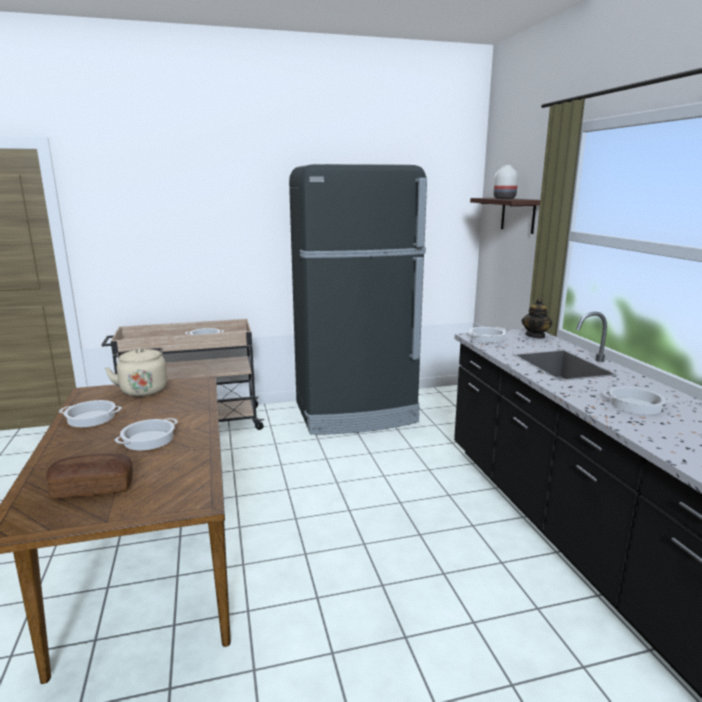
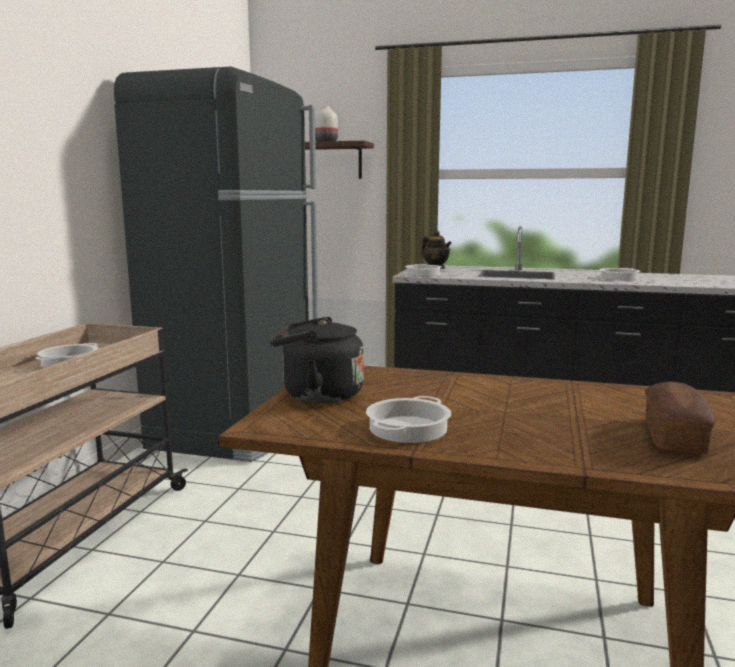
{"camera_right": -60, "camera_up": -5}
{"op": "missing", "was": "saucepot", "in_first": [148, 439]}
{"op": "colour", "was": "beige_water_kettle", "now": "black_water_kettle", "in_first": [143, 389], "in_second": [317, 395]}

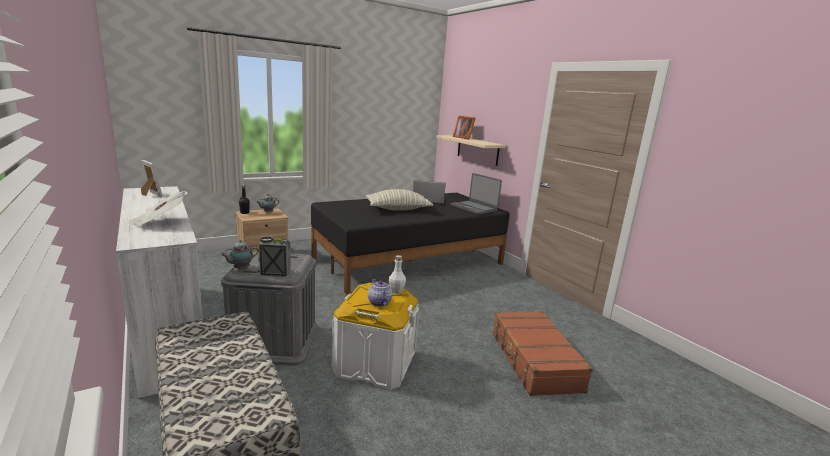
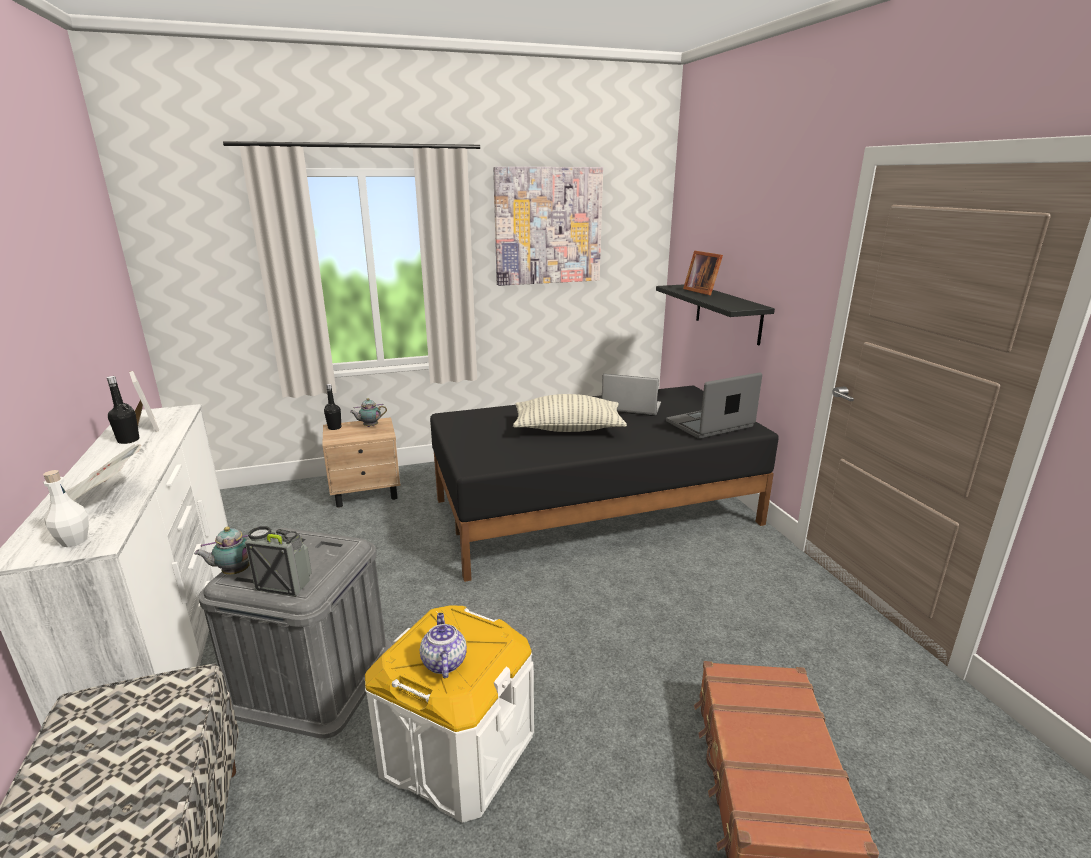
{"camera_right": 15, "camera_up": 5}
{"op": "appeared", "now": "black_beverage_bottle", "in_second": [128, 440]}
{"op": "appeared", "now": "wall_picture", "in_second": [548, 226]}
{"op": "relocated", "was": "white-coloured_beverage_bottle", "in_first": [396, 291], "in_second": [74, 541]}
{"op": "colour", "was": "beige_bracket_shelf", "now": "black_bracket_shelf", "in_first": [477, 150], "in_second": [728, 313]}
{"op": "spun", "was": "laptop", "in_first": [474, 208], "in_second": [710, 425], "clockwise": 90}

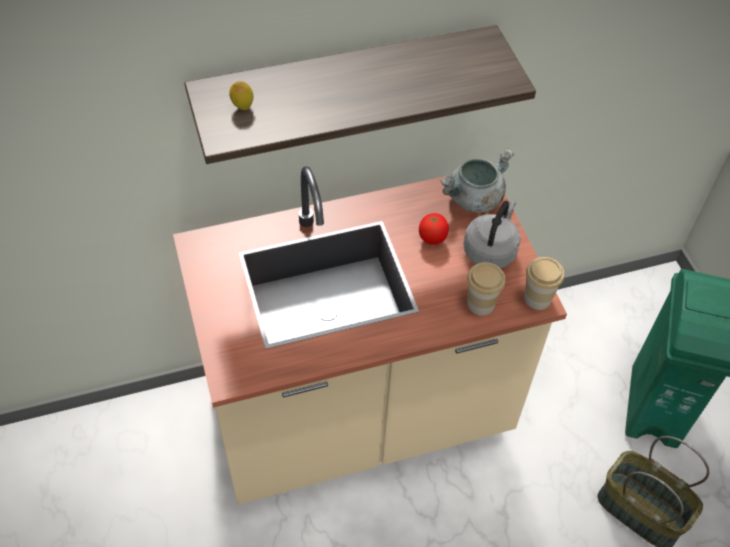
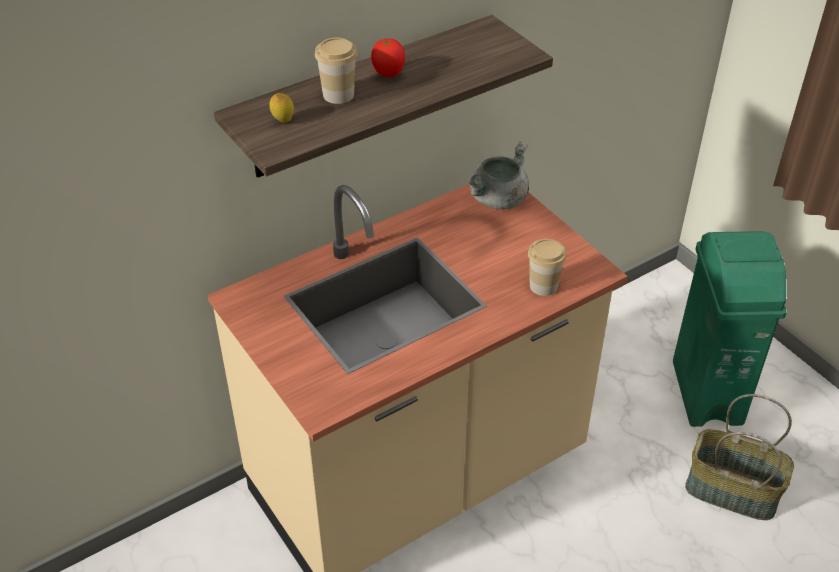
{"camera_right": -15, "camera_up": -10}
{"op": "missing", "was": "gray_water_kettle", "in_first": [490, 250]}
{"op": "relocated", "was": "whole_tomato", "in_first": [432, 239], "in_second": [388, 74]}
{"op": "relocated", "was": "small_cup", "in_first": [537, 298], "in_second": [338, 95]}

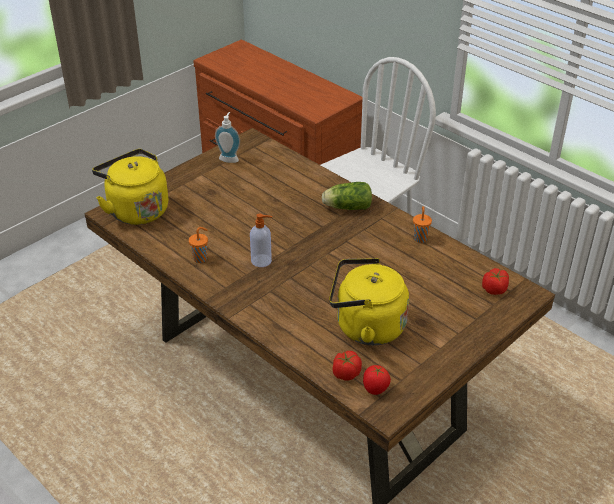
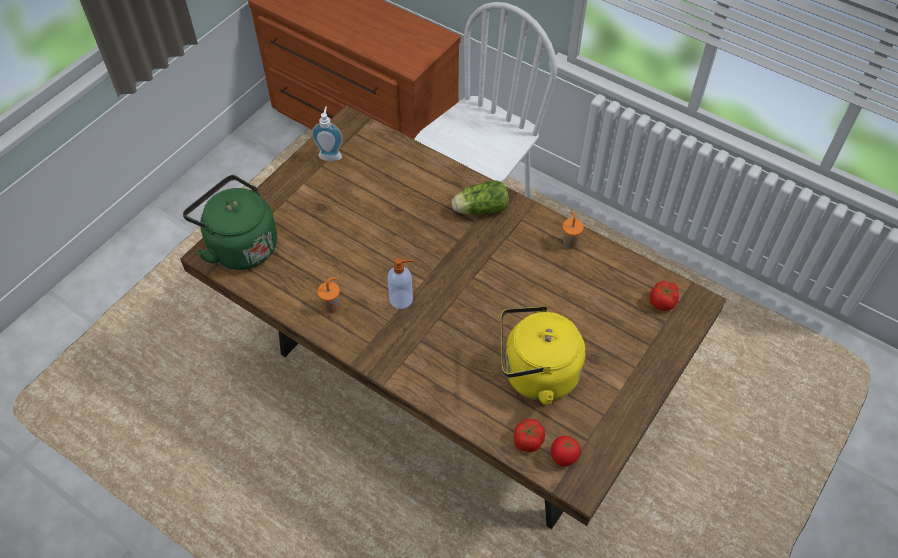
{"camera_right": -10, "camera_up": 15}
{"op": "colour", "was": "yellow-coloured_water_kettle", "now": "greenish_water_kettle", "in_first": [136, 210], "in_second": [239, 245]}

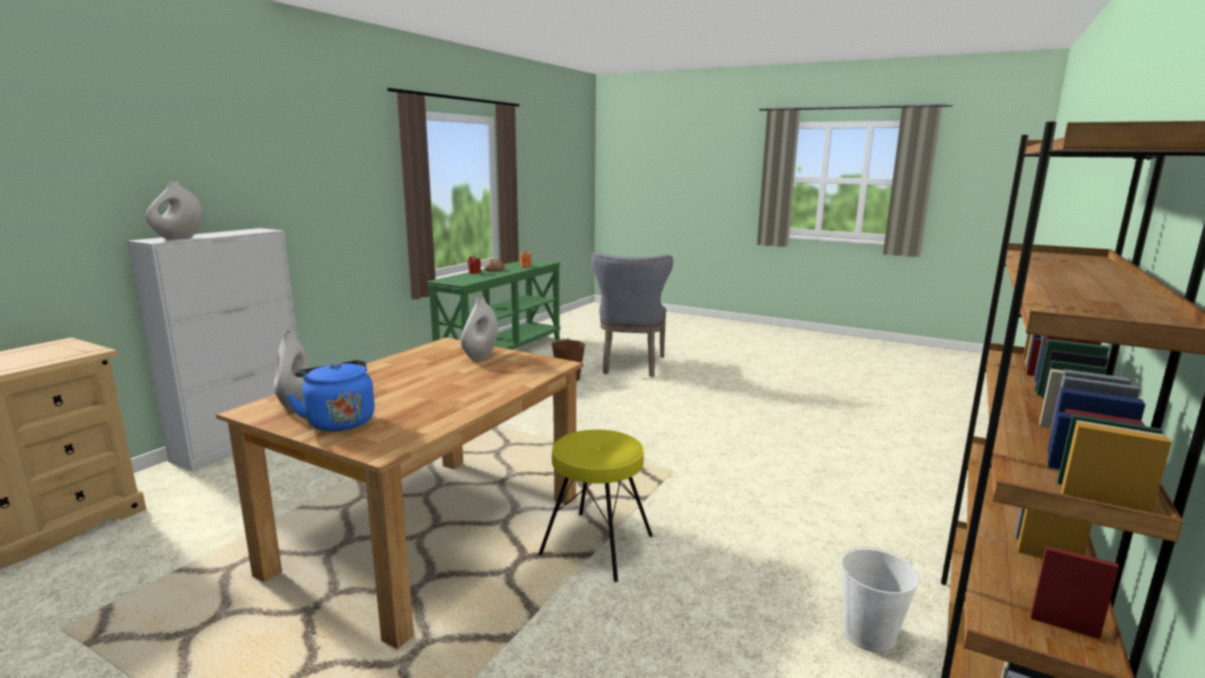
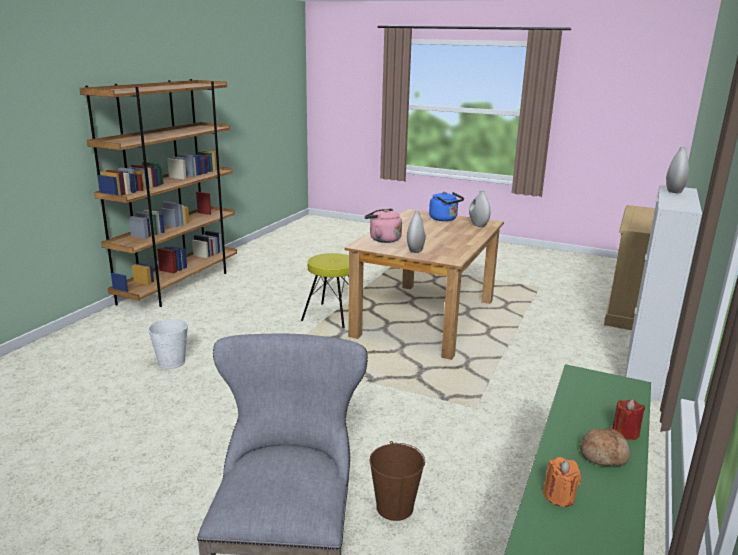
{"camera_right": 175, "camera_up": 5}
{"op": "appeared", "now": "pinkish_water_kettle", "in_second": [383, 239]}
{"op": "relocated", "was": "white-coloured_water_bucket", "in_first": [869, 634], "in_second": [171, 362]}

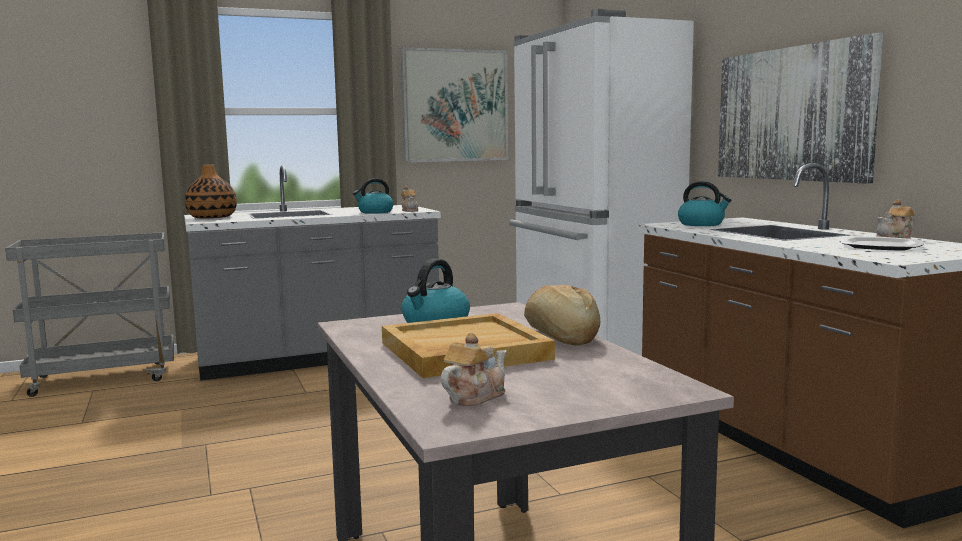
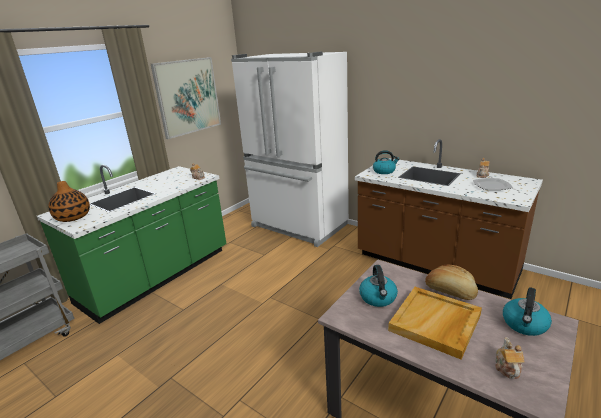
{"camera_right": -30, "camera_up": 15}
{"op": "missing", "was": "wall_picture", "in_first": [792, 114]}
{"op": "relocated", "was": "water_kettle", "in_first": [375, 212], "in_second": [524, 324]}
{"op": "colour", "was": "gray_counter", "now": "greenish_counter", "in_first": [319, 357], "in_second": [157, 276]}

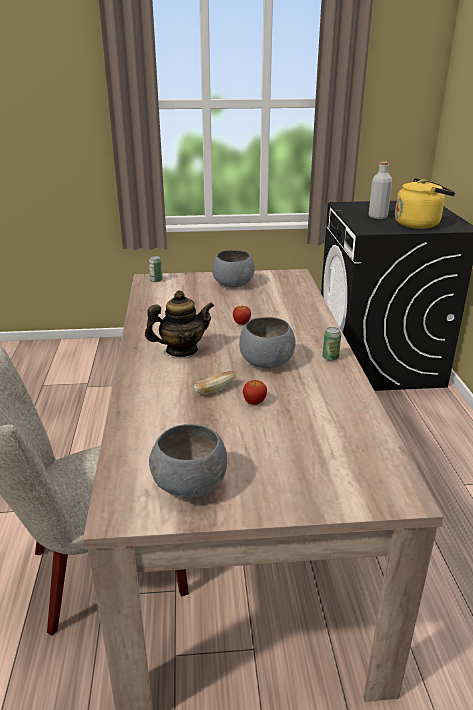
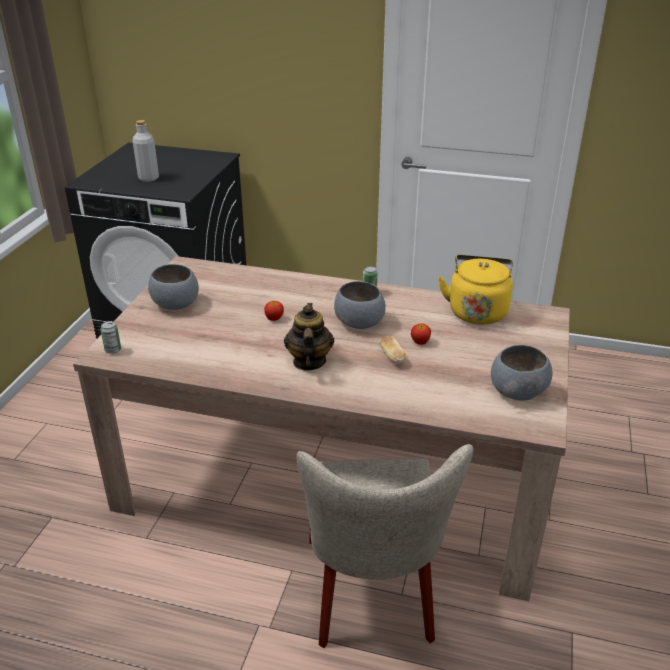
{"camera_right": -70, "camera_up": 5}
{"op": "relocated", "was": "yellow-coloured_water_kettle", "in_first": [419, 224], "in_second": [477, 311]}

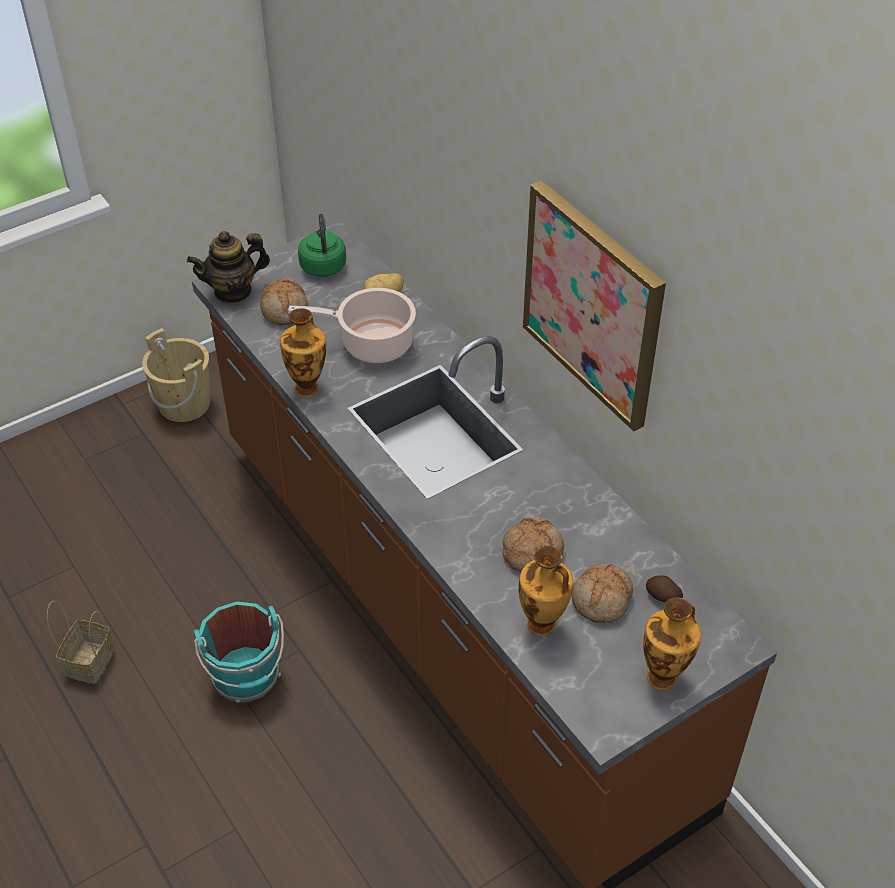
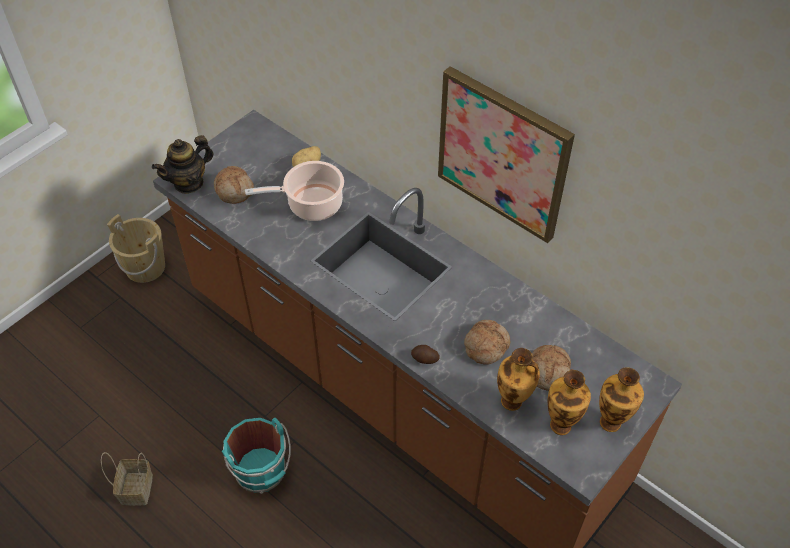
{"camera_right": -15, "camera_up": 5}
{"op": "missing", "was": "greenish_water_kettle", "in_first": [323, 265]}
{"op": "relocated", "was": "vase", "in_first": [307, 387], "in_second": [561, 424]}
{"op": "relocated", "was": "whole_potato", "in_first": [662, 596], "in_second": [424, 359]}

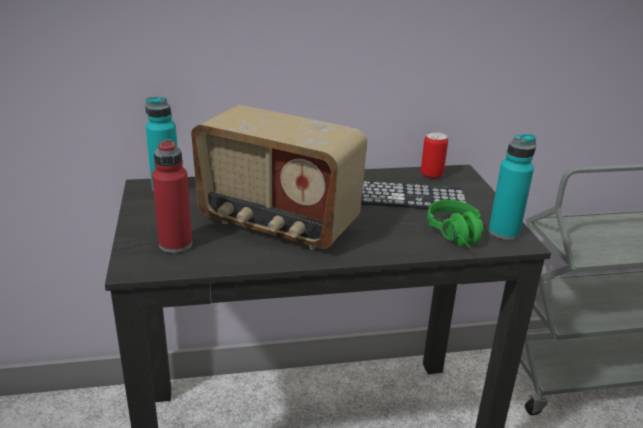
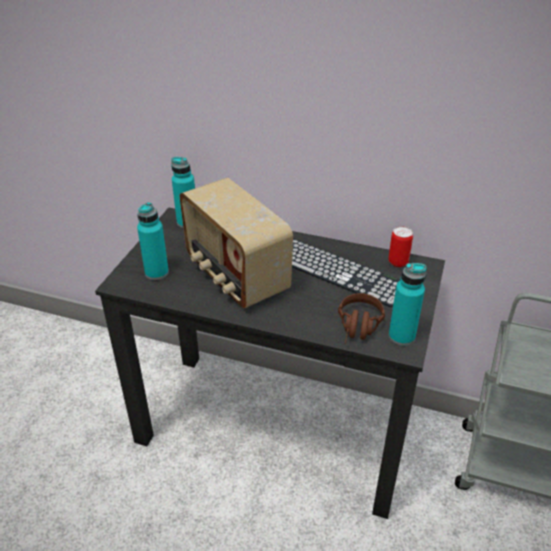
{"camera_right": 30, "camera_up": 10}
{"op": "colour", "was": "red-coloured_beverage_bottle", "now": "turquoise-coloured_beverage_bottle", "in_first": [175, 244], "in_second": [156, 273]}
{"op": "colour", "was": "greenish_headset", "now": "brownish_headset", "in_first": [458, 237], "in_second": [359, 329]}

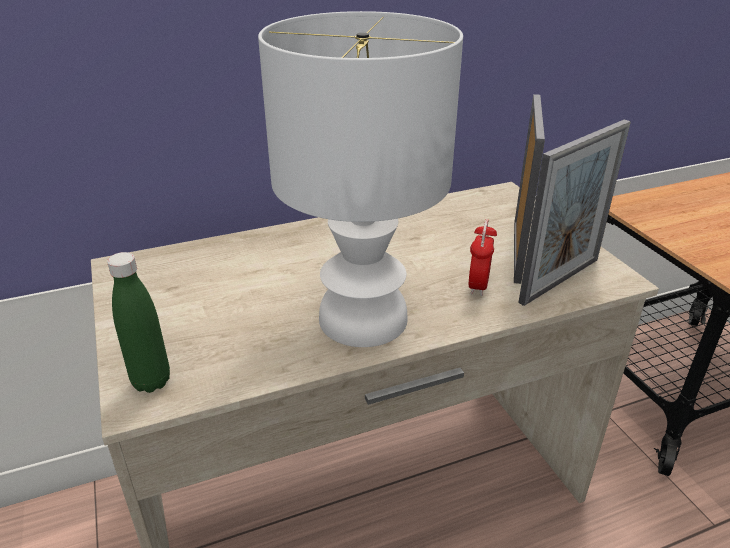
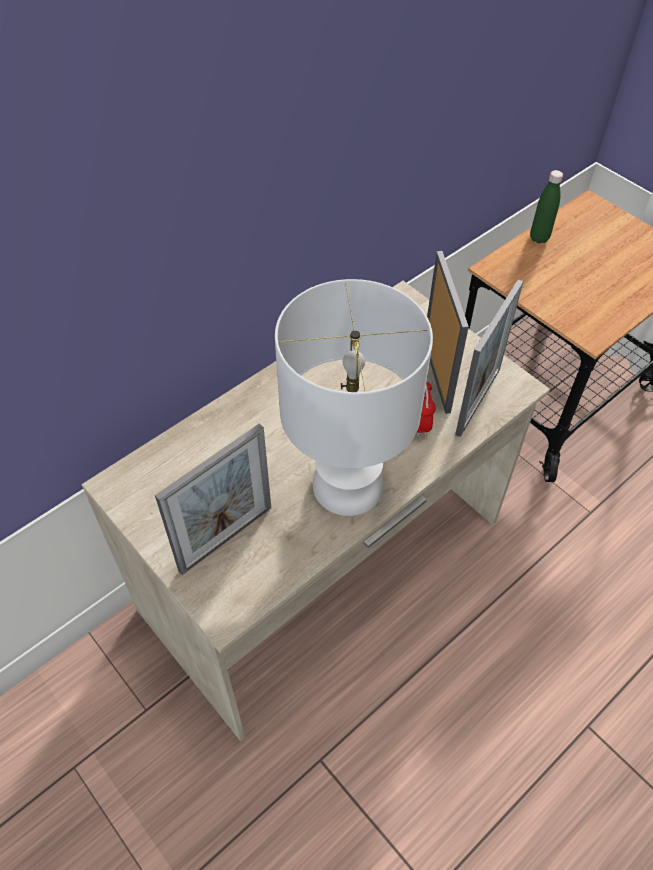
{"camera_right": -20, "camera_up": 20}
{"op": "appeared", "now": "photo_frame", "in_second": [226, 538]}
{"op": "relocated", "was": "greenish_beverage_bottle", "in_first": [151, 381], "in_second": [539, 238]}

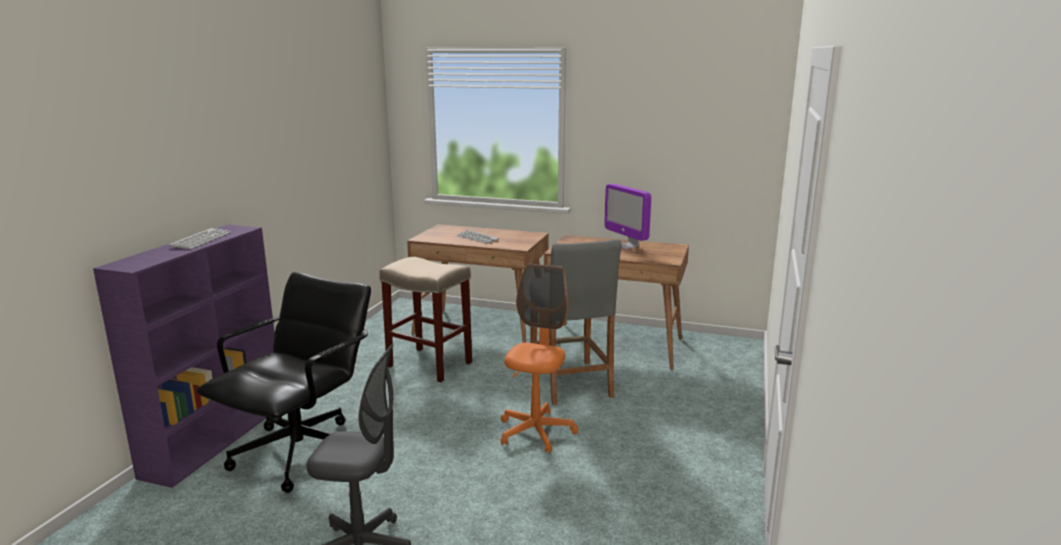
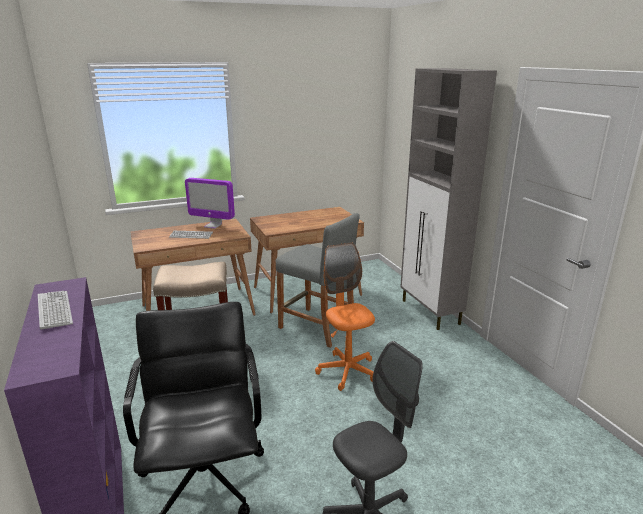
{"camera_right": -40, "camera_up": 5}
{"op": "appeared", "now": "gray_storage_cabinet", "in_second": [430, 312]}
{"op": "relocated", "was": "computer_screen", "in_first": [626, 246], "in_second": [213, 226]}

